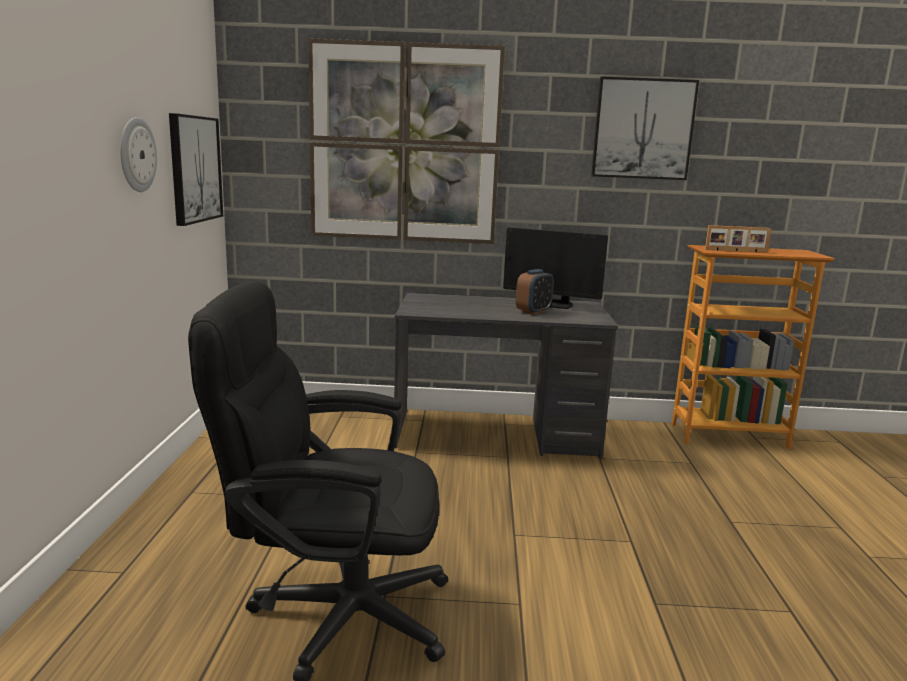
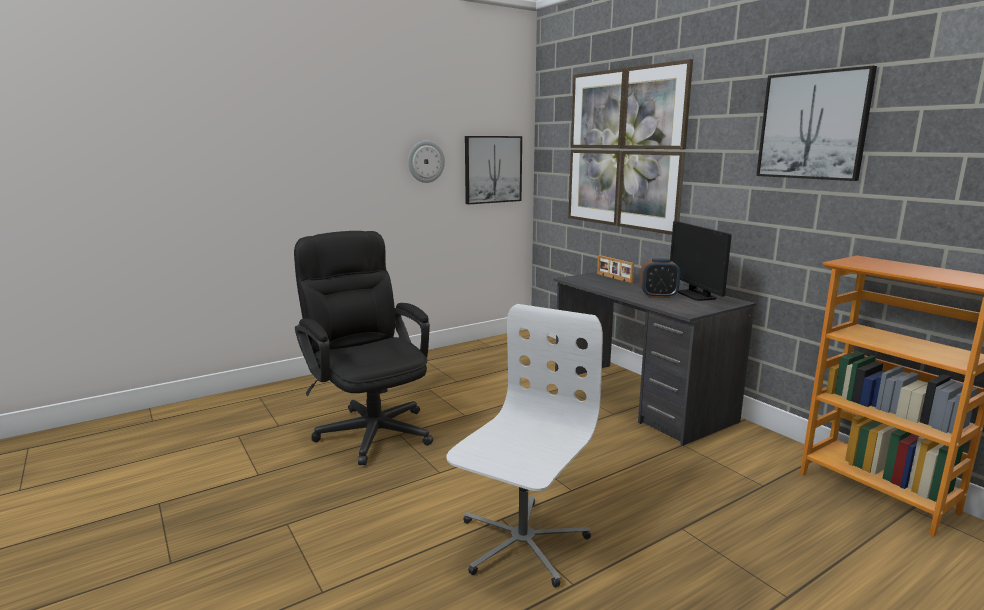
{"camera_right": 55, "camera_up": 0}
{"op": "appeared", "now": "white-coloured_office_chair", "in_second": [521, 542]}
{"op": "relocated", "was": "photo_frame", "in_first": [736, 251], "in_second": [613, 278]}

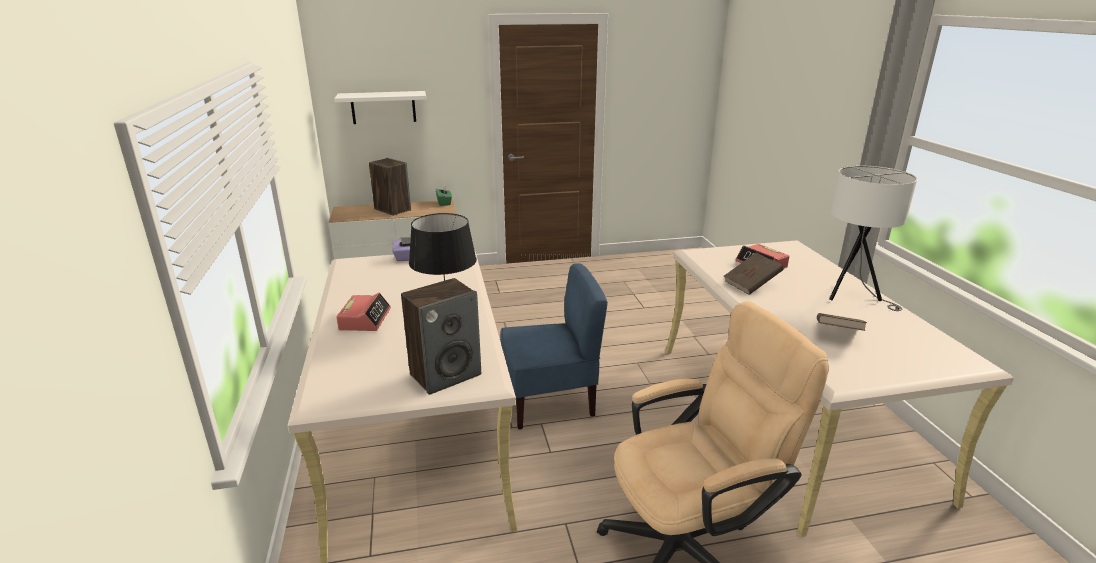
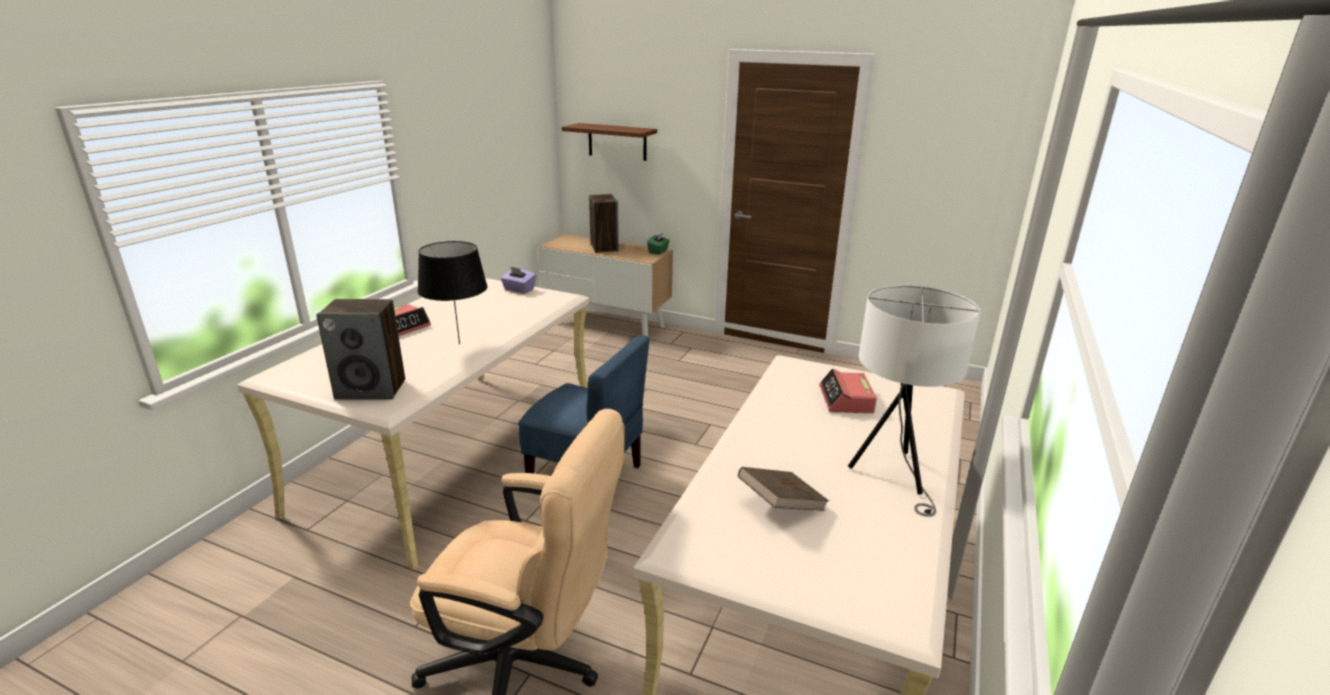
{"camera_right": 35, "camera_up": 0}
{"op": "missing", "was": "brownish_book", "in_first": [751, 284]}
{"op": "colour", "was": "white-coloured_bracket_shelf", "now": "brownish_bracket_shelf", "in_first": [383, 107], "in_second": [617, 142]}

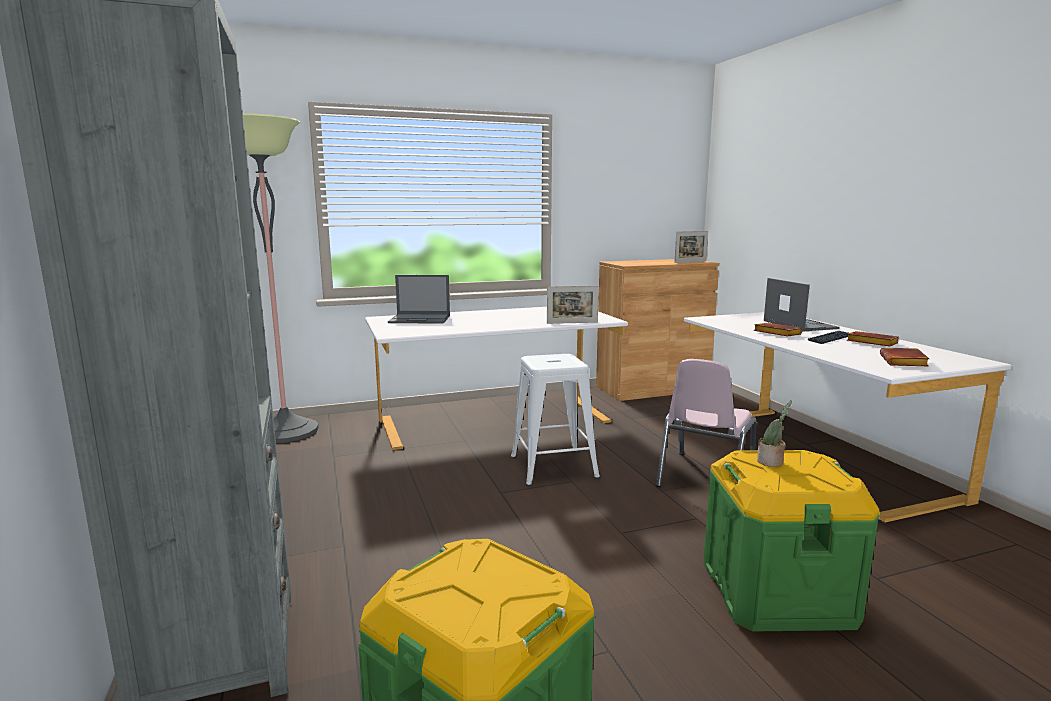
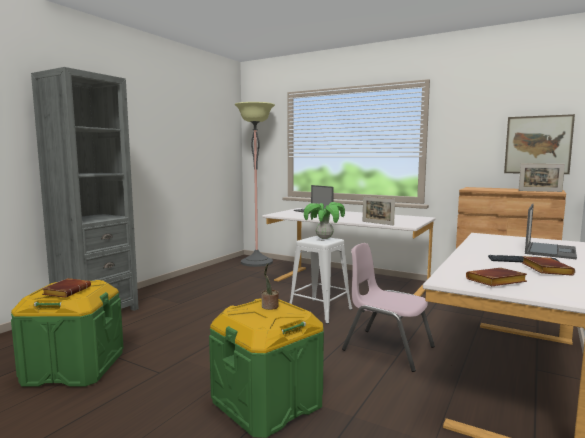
{"camera_right": 50, "camera_up": -5}
{"op": "appeared", "now": "plant_in_a_pot", "in_second": [324, 238]}
{"op": "appeared", "now": "wall_picture", "in_second": [538, 145]}
{"op": "relocated", "was": "brownish_book", "in_first": [775, 333], "in_second": [67, 291]}
{"op": "spun", "was": "pinkish_plain_chair", "in_first": [704, 477], "in_second": [387, 348], "clockwise": 45}

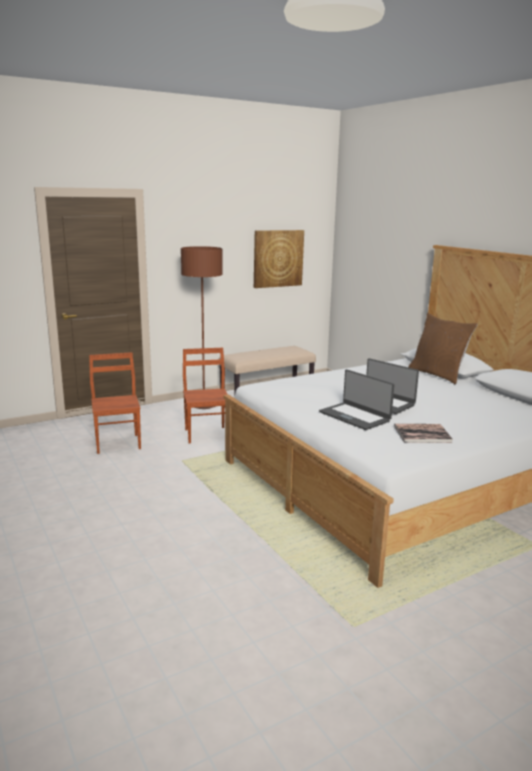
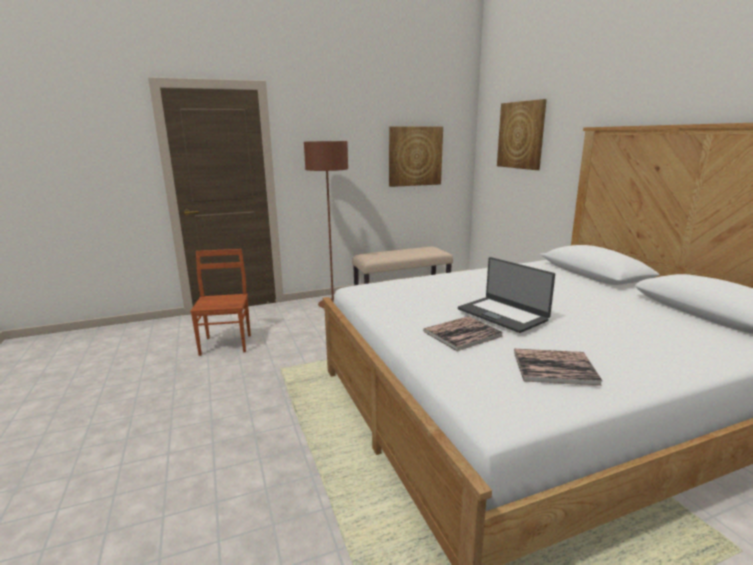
{"camera_right": 10, "camera_up": 0}
{"op": "missing", "was": "brownish_plain_chair", "in_first": [207, 434]}
{"op": "missing", "was": "brownish_throw_pillow", "in_first": [438, 375]}
{"op": "appeared", "now": "wall_picture", "in_second": [521, 135]}
{"op": "exchanged", "was": "laptop", "now": "book", "in_first": [355, 416], "in_second": [462, 334]}

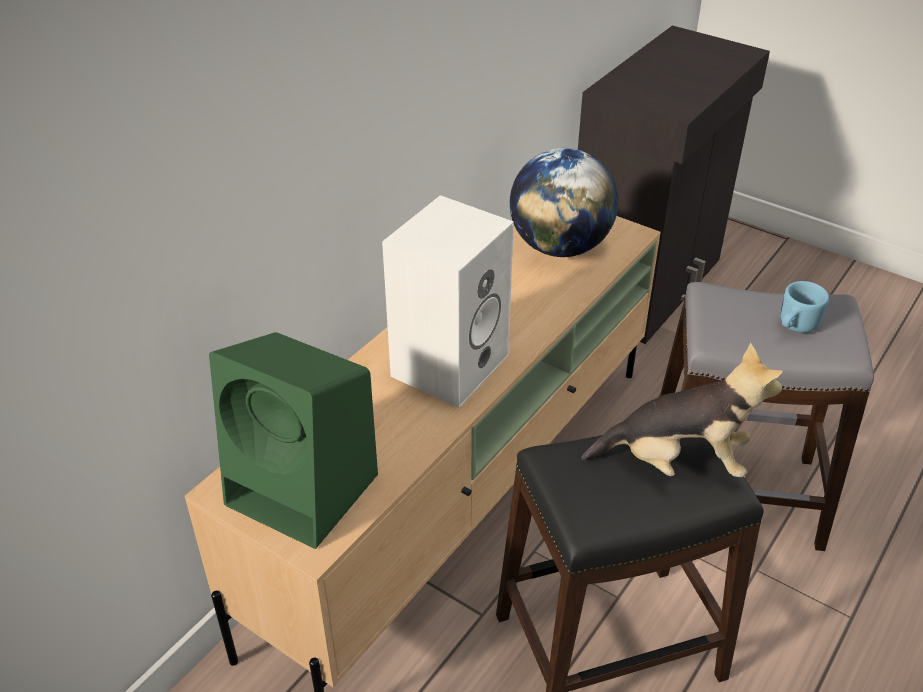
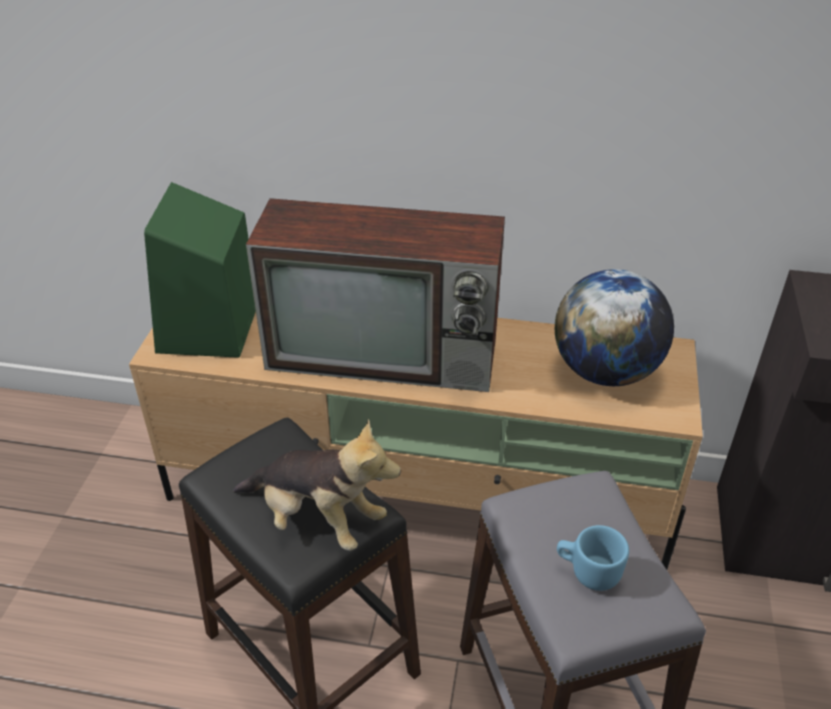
{"camera_right": 65, "camera_up": 0}
{"op": "exchanged", "was": "white-coloured_loudspeaker", "now": "TV_set", "in_first": [449, 363], "in_second": [387, 354]}
{"op": "spun", "was": "soft_toy", "in_first": [678, 462], "in_second": [317, 519], "clockwise": -45}

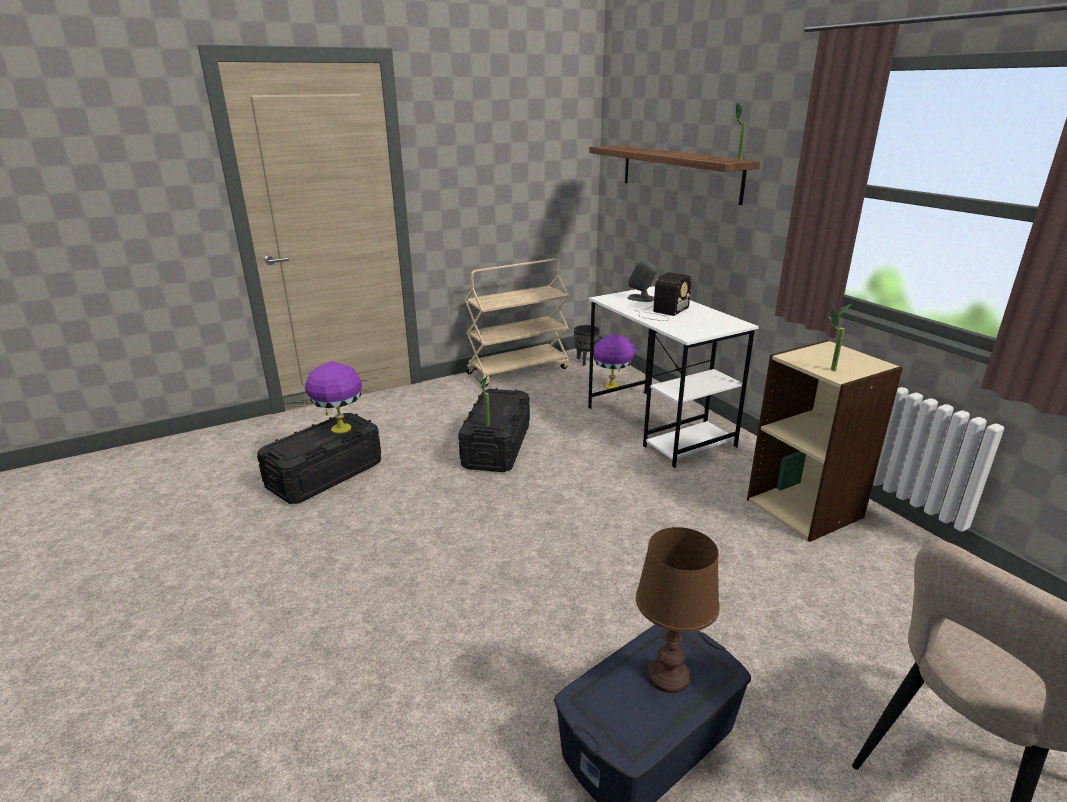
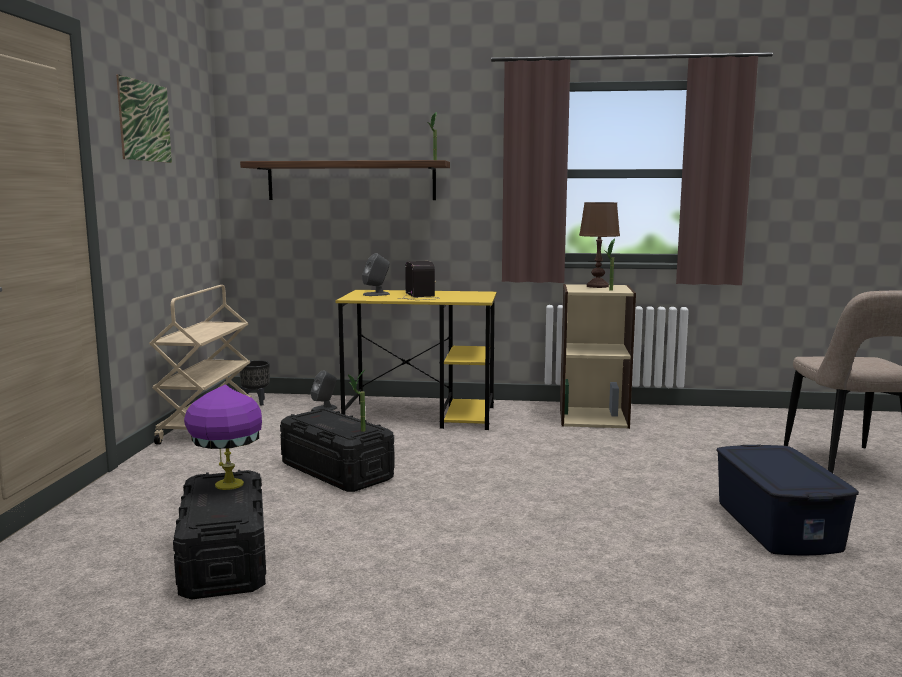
{"camera_right": -55, "camera_up": -15}
{"op": "appeared", "now": "wall_picture", "in_second": [144, 121]}
{"op": "relocated", "was": "brownish_lamp_for_a_table", "in_first": [669, 675], "in_second": [597, 286]}
{"op": "exchanged", "was": "purple_lamp_for_a_table", "now": "gray_loudspeaker", "in_first": [612, 386], "in_second": [325, 408]}
{"op": "colour", "was": "white-coloured_desk", "now": "yellow-coloured_desk", "in_first": [659, 426], "in_second": [421, 416]}

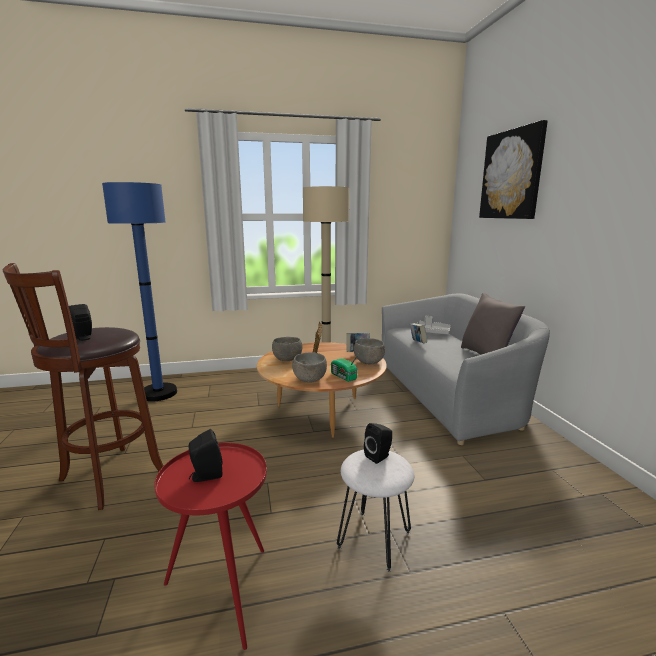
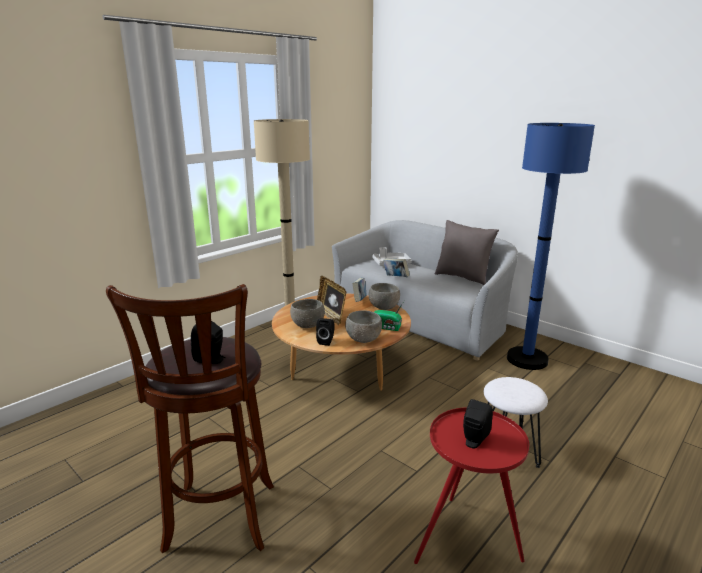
{"camera_right": -35, "camera_up": 5}
{"op": "missing", "was": "wall_picture", "in_first": [511, 175]}
{"op": "relocated", "was": "bluish_standing_lamp", "in_first": [158, 393], "in_second": [527, 359]}
{"op": "relocated", "was": "black_loudspeaker", "in_first": [379, 456], "in_second": [326, 341]}

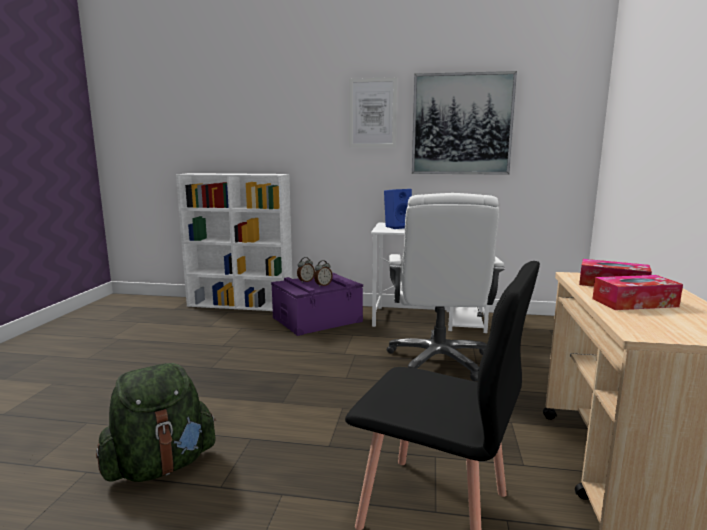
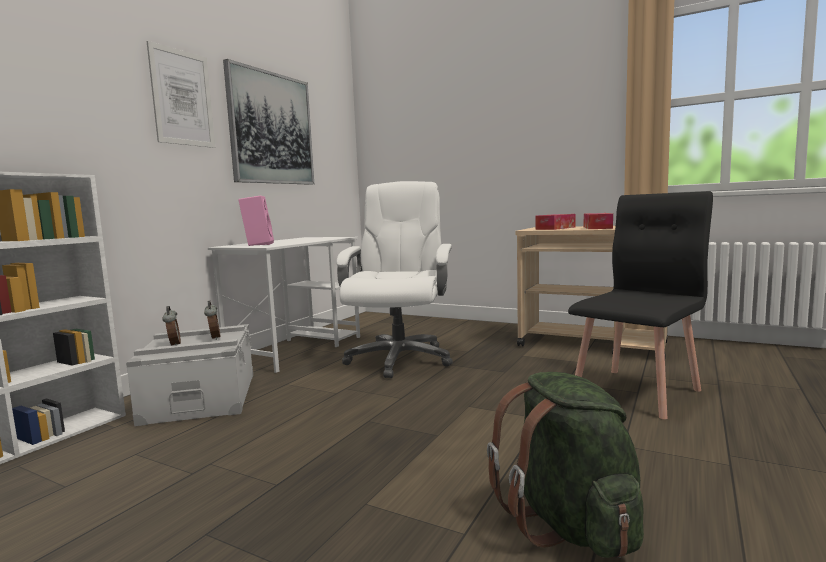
{"camera_right": -70, "camera_up": -5}
{"op": "colour", "was": "purple_storage_bin", "now": "gray_storage_bin", "in_first": [317, 319], "in_second": [201, 397]}
{"op": "colour", "was": "bluish_loudspeaker", "now": "pinkish_loudspeaker", "in_first": [398, 227], "in_second": [258, 244]}
{"op": "spun", "was": "white-coloured_office_chair", "in_first": [439, 360], "in_second": [399, 359], "clockwise": -105}

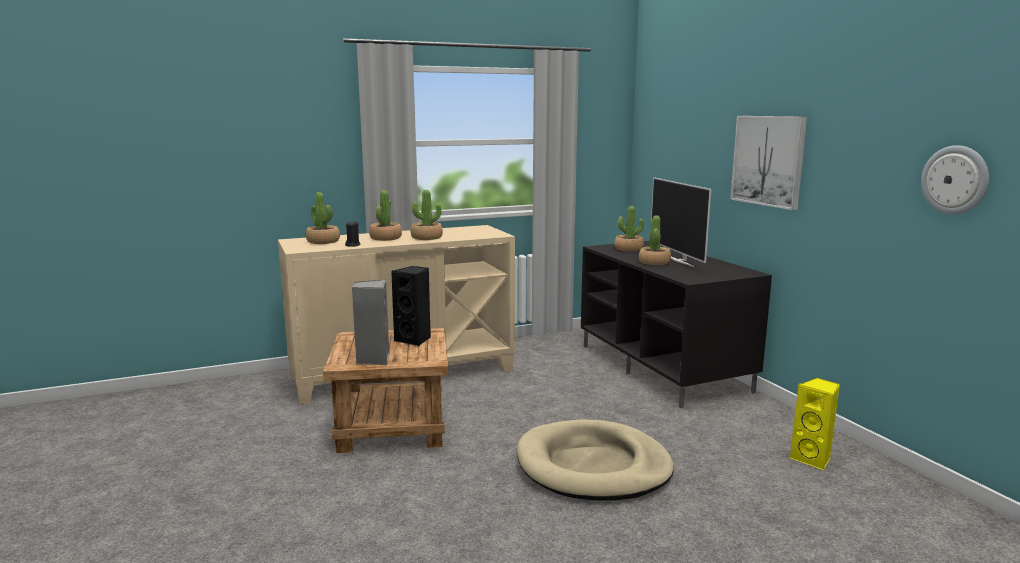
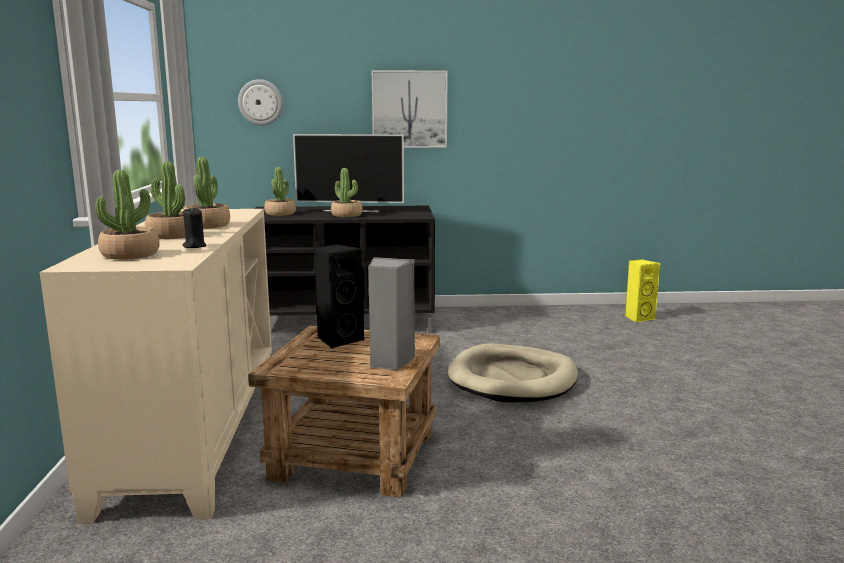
{"camera_right": -70, "camera_up": 0}
{"op": "relocated", "was": "yellow-coloured_loudspeaker", "in_first": [813, 459], "in_second": [638, 318]}
{"op": "relocated", "was": "clock_on_the_wall", "in_first": [955, 180], "in_second": [260, 102]}

